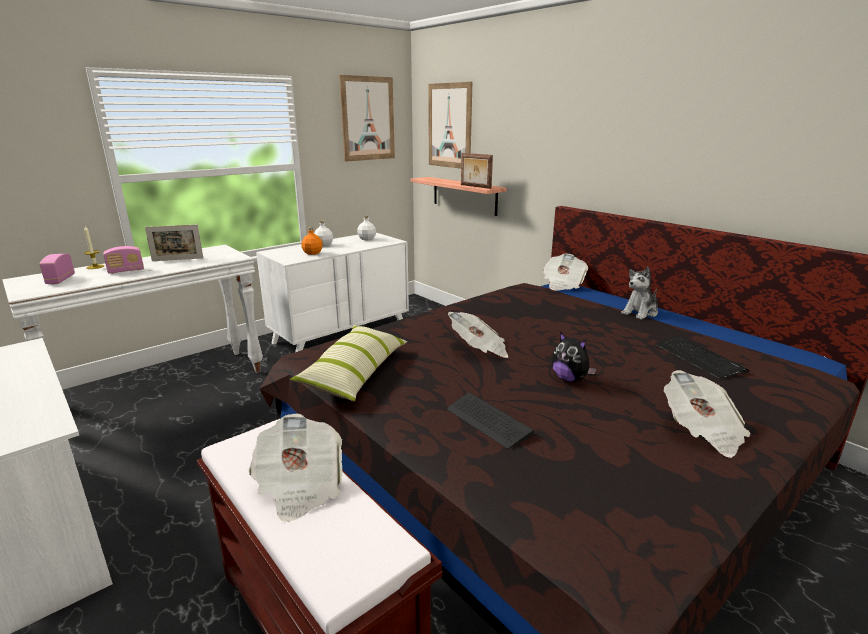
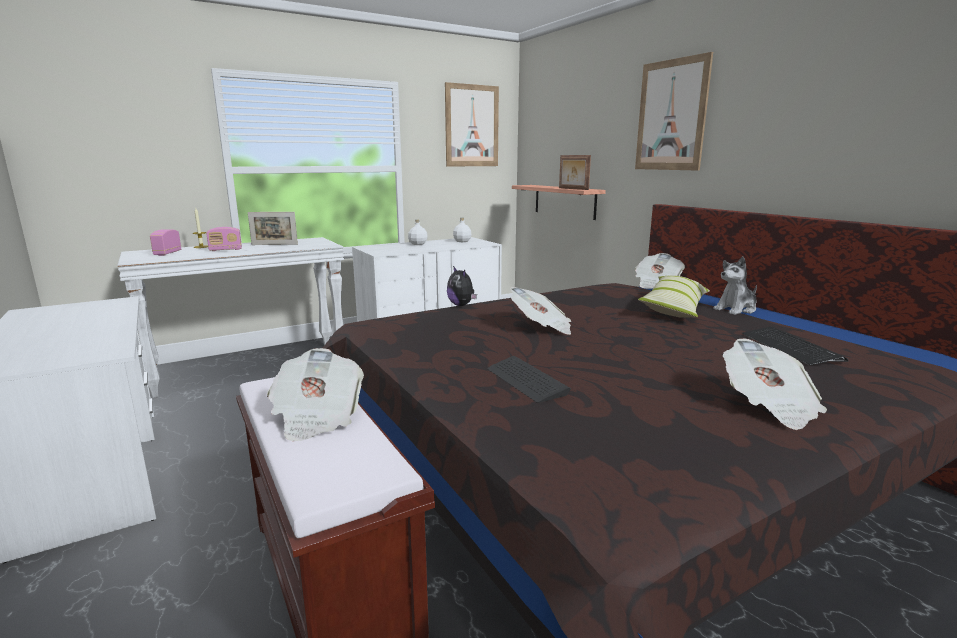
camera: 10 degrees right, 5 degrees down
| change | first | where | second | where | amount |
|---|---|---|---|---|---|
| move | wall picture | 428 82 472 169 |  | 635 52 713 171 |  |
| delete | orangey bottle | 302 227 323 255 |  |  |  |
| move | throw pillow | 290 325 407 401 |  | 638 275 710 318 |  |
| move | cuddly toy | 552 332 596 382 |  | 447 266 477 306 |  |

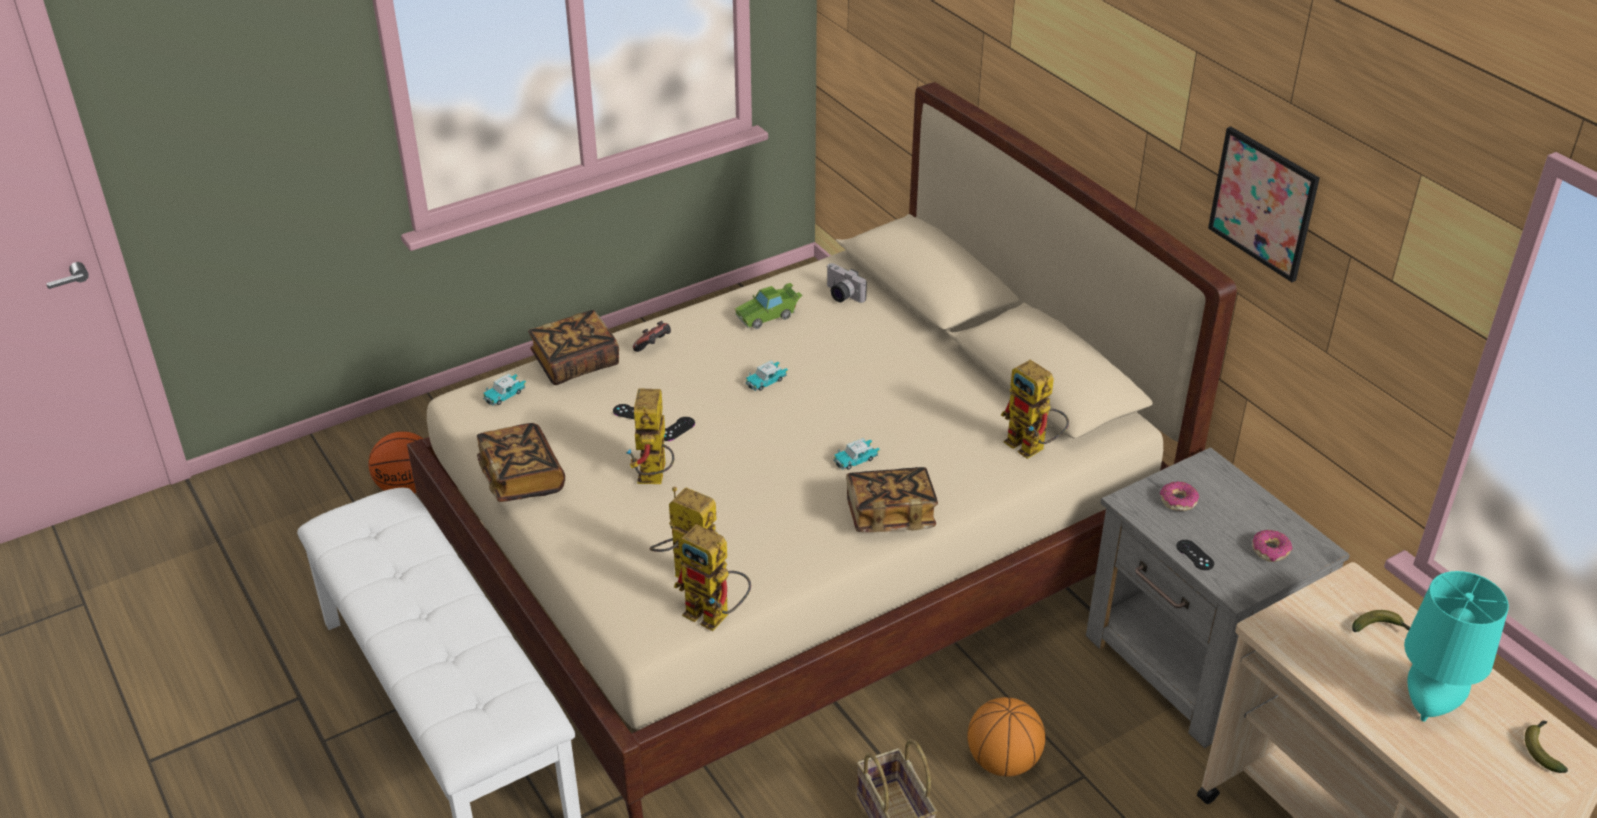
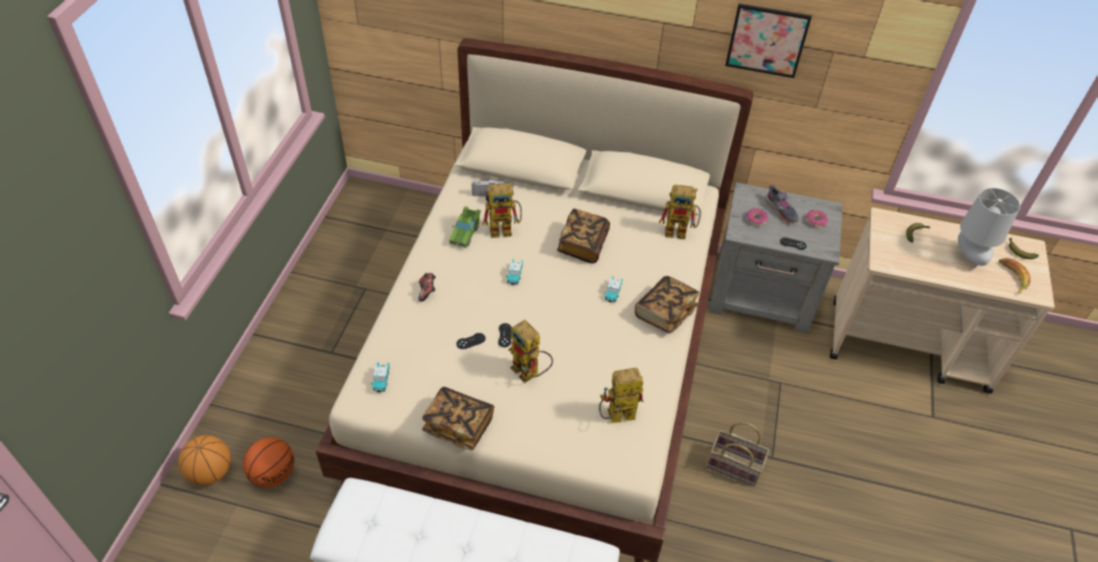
camera: 45 degrees left, 10 degrees up
| change | first | where | second | where | amount |
|---|---|---|---|---|---|
| move | bound book | 528 310 619 385 |  | 557 209 610 264 |  |
| move | model robot | 674 524 751 631 |  | 483 183 522 238 |  |
| recolor | turquoise-coloured tabletop lamp | 1404 571 1509 721 | grey tabletop lamp | 958 188 1020 268 |  |
| move | basketball | 968 697 1046 777 |  | 179 435 231 485 |  |
| insert |  |  | grey shoe | 766 185 799 223 |  |
| insert |  |  | banana fruit | 999 258 1031 294 |  |

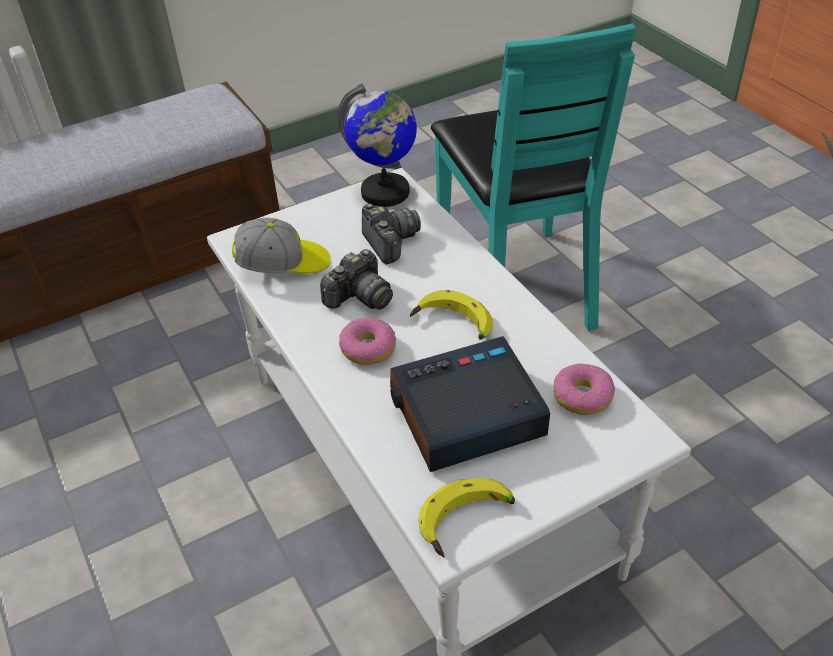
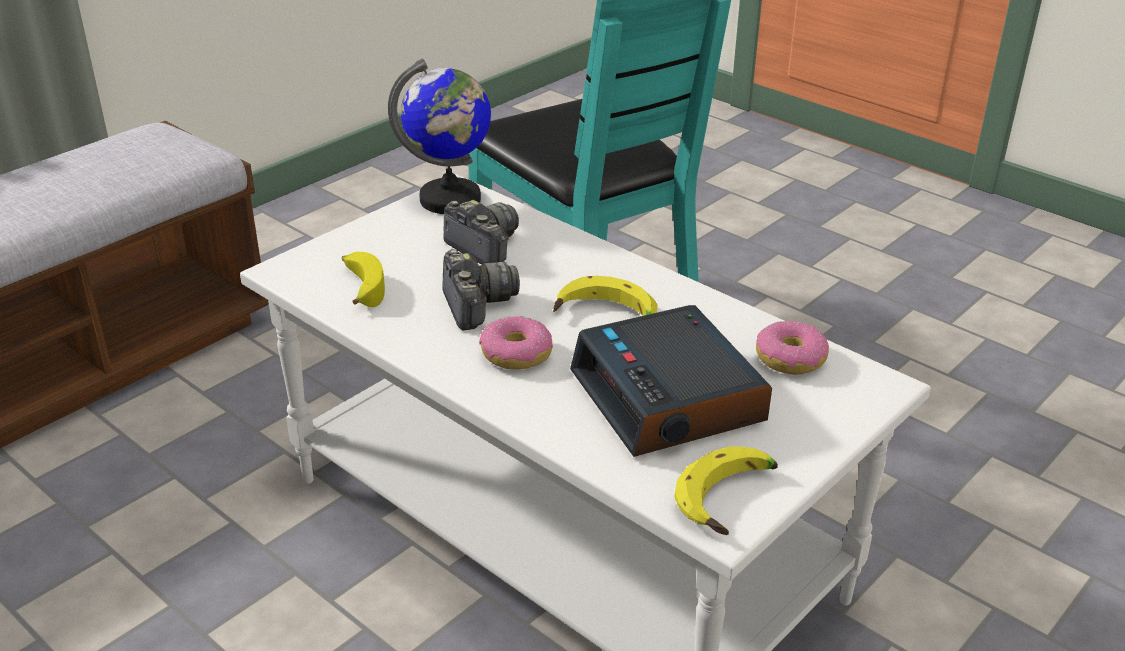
camera: 20 degrees left, 10 degrees down
| change | first | where | second | where | amount |
|---|---|---|---|---|---|
| replace | cap | 232 218 331 273 | banana fruit | 342 252 385 307 |  |
| rotate | still camera | 320 249 393 310 |  | 442 249 520 330 | 45 degrees counterclockwise |
| rotate | alarm clock | 390 336 550 472 |  | 570 305 772 457 | 75 degrees counterclockwise |

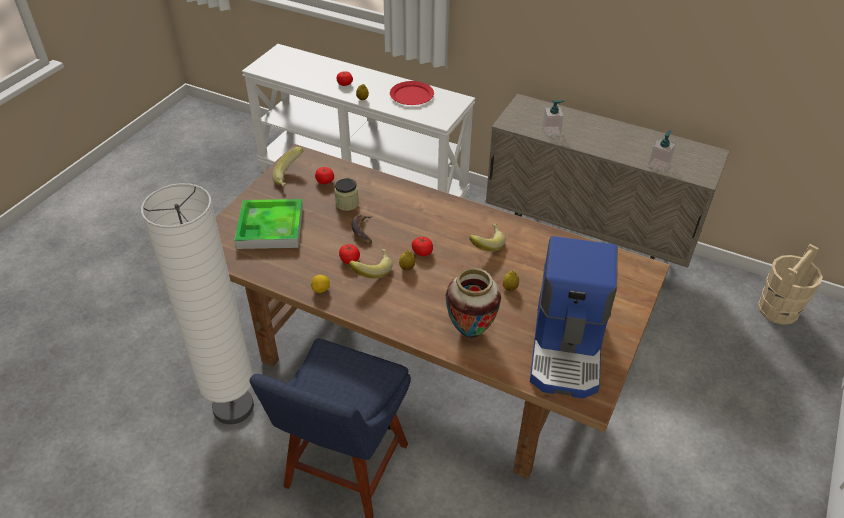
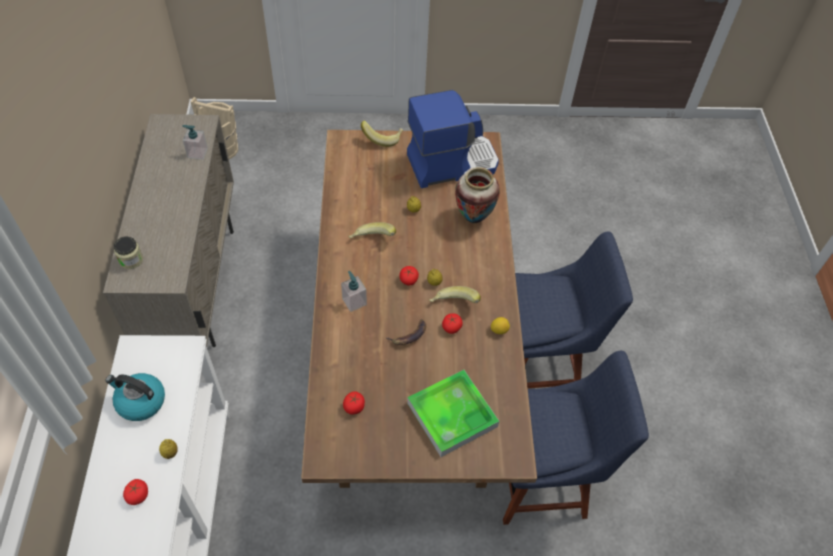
camera: 120 degrees left, 10 degrees up
| change | first | where | second | where | amount |
|---|---|---|---|---|---|
| replace | reddish flat dish | 390 81 434 105 | kettle | 105 373 165 421 |  |
| move | soap dispenser | 542 100 564 136 |  | 341 271 367 312 |  |
| move | banana fruit | 272 147 303 187 |  | 361 121 404 147 |  |
| move | preserve jar | 334 178 359 211 |  | 114 237 143 269 |  |
| replace | whitish standard lamp | 141 183 254 424 | blue-coloured upright chair | 503 351 649 525 |  |

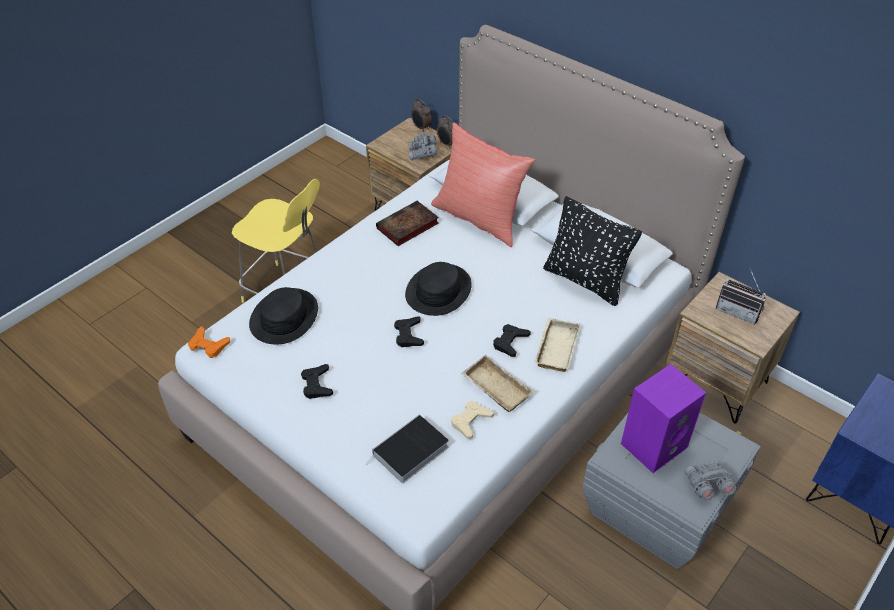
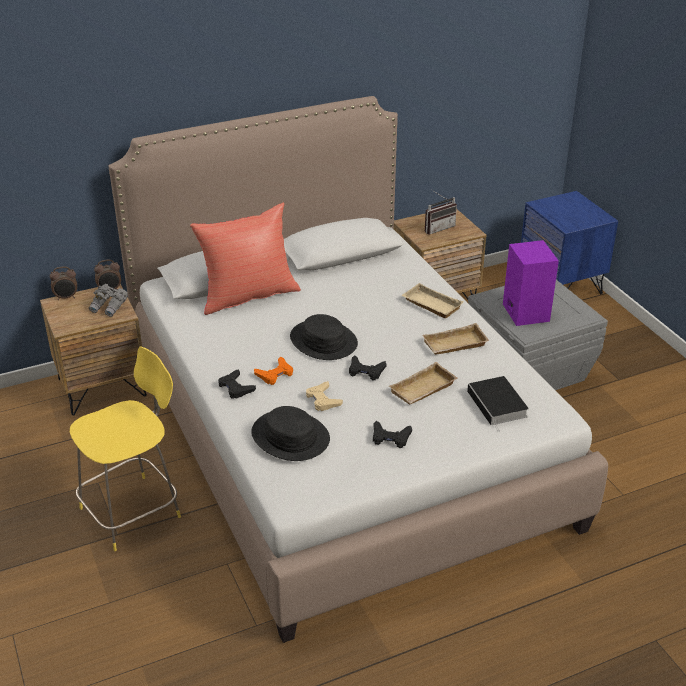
camera: 65 degrees left, 10 degrees down
| change | first | where | second | where | amount |
|---|---|---|---|---|---|
| delete | black-coloured throw pillow | 543 196 642 306 |  |  |  |
| delete | bound book | 376 201 439 246 |  |  |  |
| move | black-coloured game controller | 493 324 531 357 |  | 218 369 256 399 |  |
| move | orangey game controller | 188 326 230 358 |  | 254 357 293 385 |  |
| move | beige-coloured game controller | 451 401 494 439 |  | 306 381 343 411 |  |
| delete | grey binoculars | 685 461 736 500 |  |  |  |
| insert |  |  | beige-coloured tray | 389 362 457 405 |  |

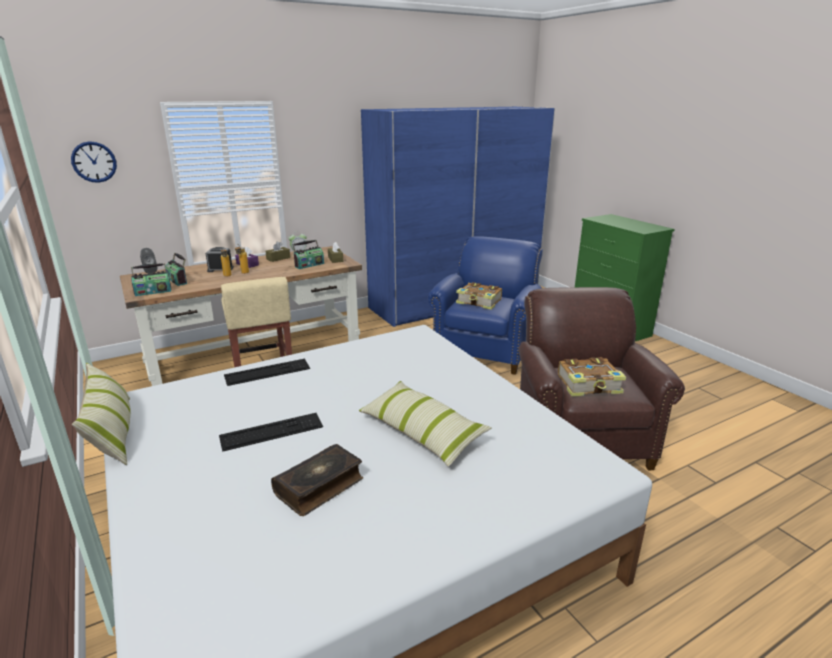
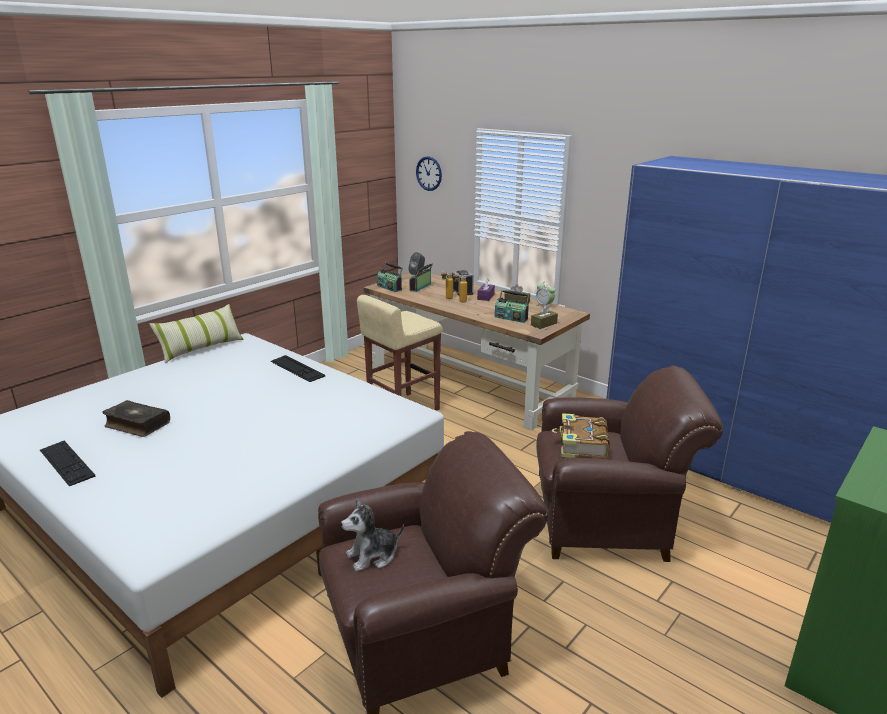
camera: 70 degrees right, 0 degrees up
| change | first | where | second | where | amount |
|---|---|---|---|---|---|
| recolor | blue-coloured armchair | 428 236 543 375 | brownish armchair | 536 366 723 562 |  |
| replace | bound book | 558 357 626 397 | cuddly toy | 341 499 404 572 |  |
| delete | throw pillow | 359 381 492 467 |  |  |  |
| move | computer keyboard | 219 413 323 452 |  | 40 441 96 486 |  |

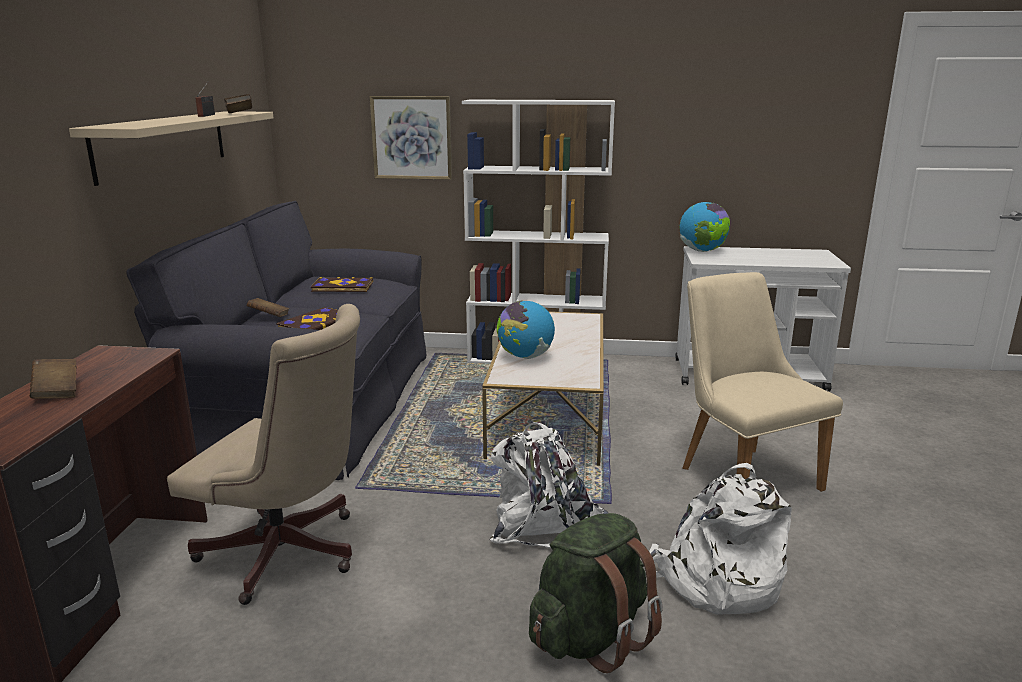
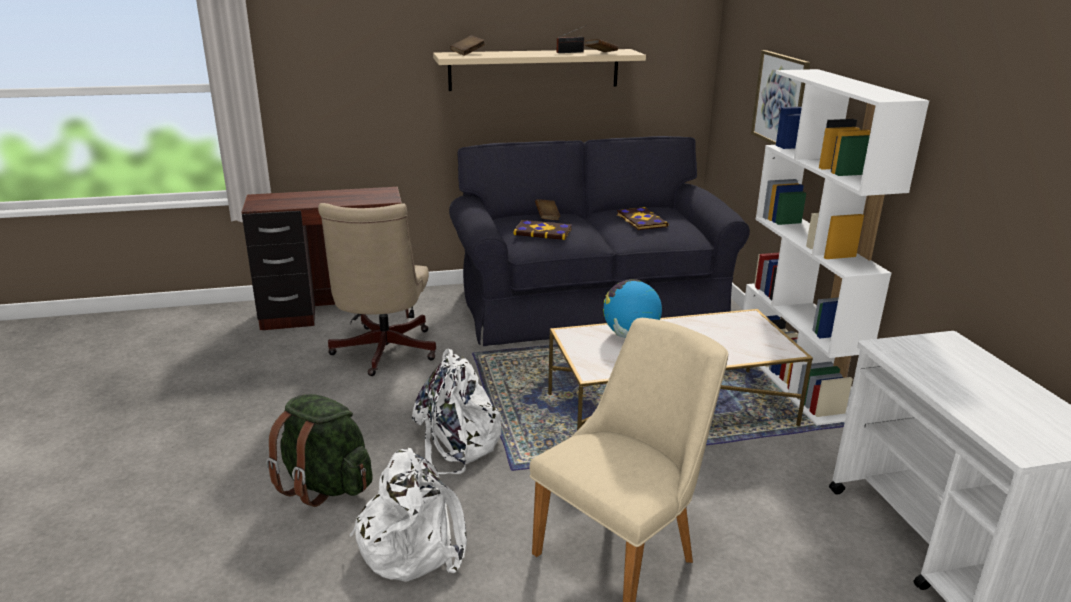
camera: 70 degrees right, 5 degrees up
| change | first | where | second | where | amount |
|---|---|---|---|---|---|
| delete | desk globe | 680 202 730 252 |  |  |  |
| move | brownish bound book | 30 359 77 399 |  | 450 35 485 56 |  |

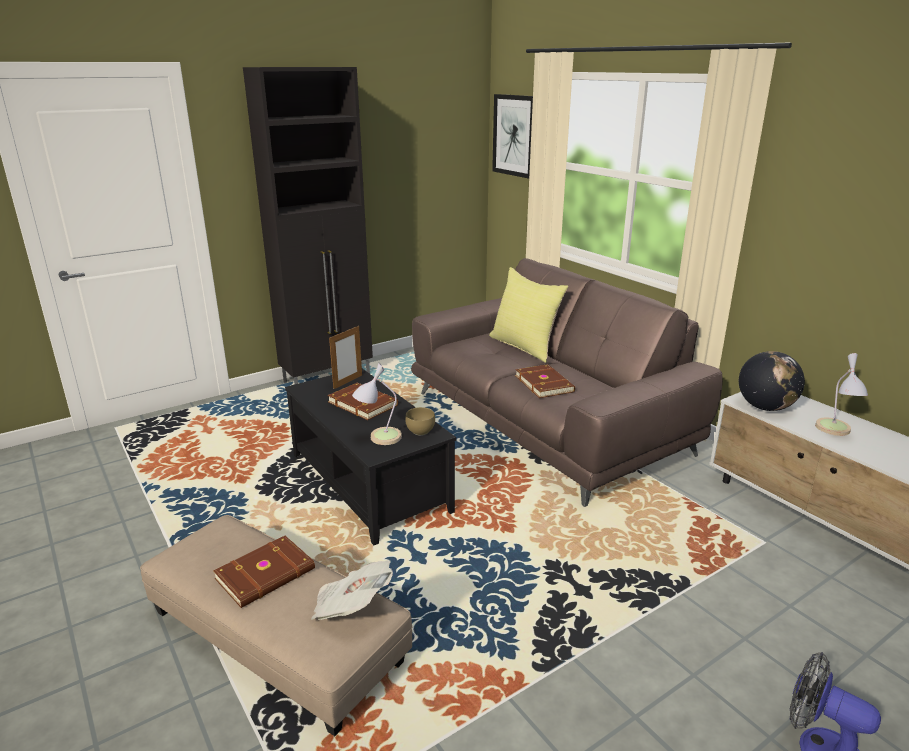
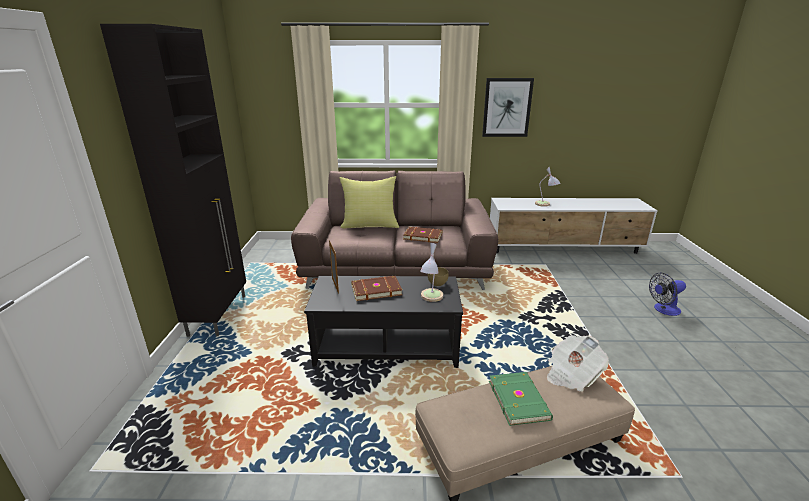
camera: 55 degrees left, 0 degrees up
| change | first | where | second | where | amount |
|---|---|---|---|---|---|
| move | wall picture | 492 94 533 179 |  | 482 78 534 137 |  |
| delete | desk globe | 739 351 805 411 |  |  |  |
| recolor | brownish bound book | 213 536 315 608 | greenish bound book | 489 372 553 426 |  |

